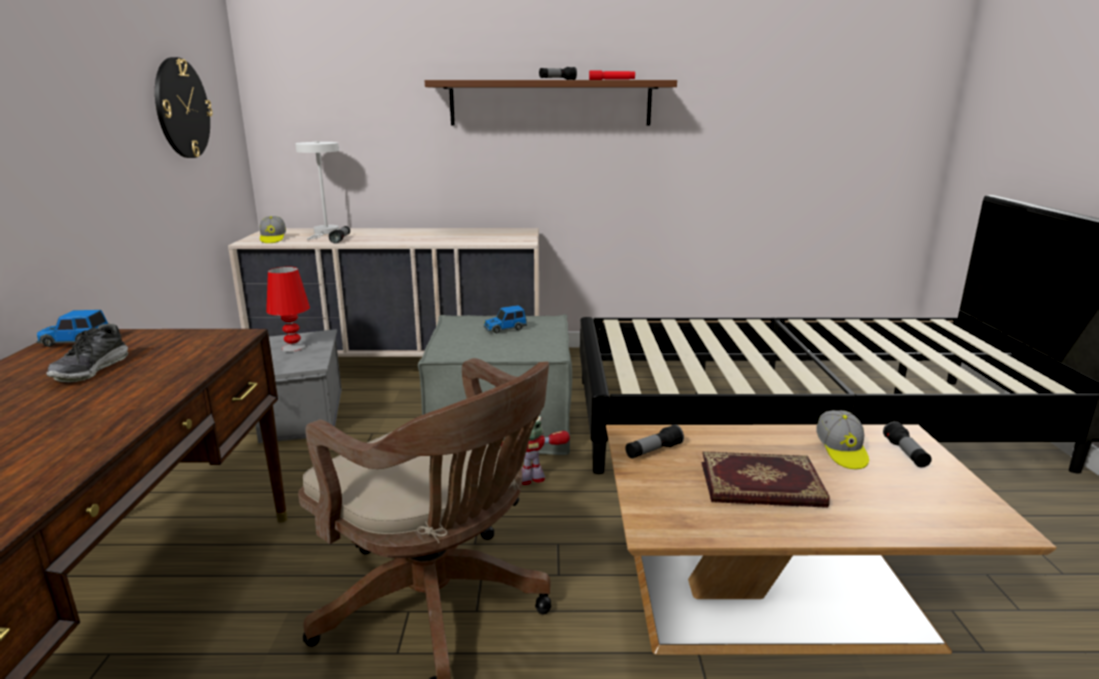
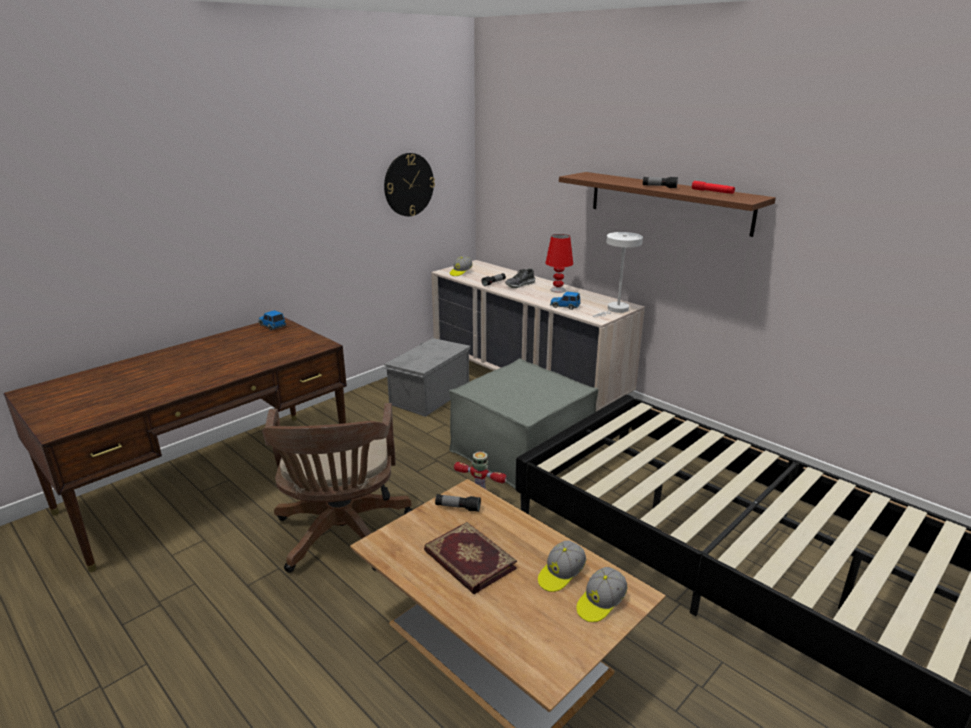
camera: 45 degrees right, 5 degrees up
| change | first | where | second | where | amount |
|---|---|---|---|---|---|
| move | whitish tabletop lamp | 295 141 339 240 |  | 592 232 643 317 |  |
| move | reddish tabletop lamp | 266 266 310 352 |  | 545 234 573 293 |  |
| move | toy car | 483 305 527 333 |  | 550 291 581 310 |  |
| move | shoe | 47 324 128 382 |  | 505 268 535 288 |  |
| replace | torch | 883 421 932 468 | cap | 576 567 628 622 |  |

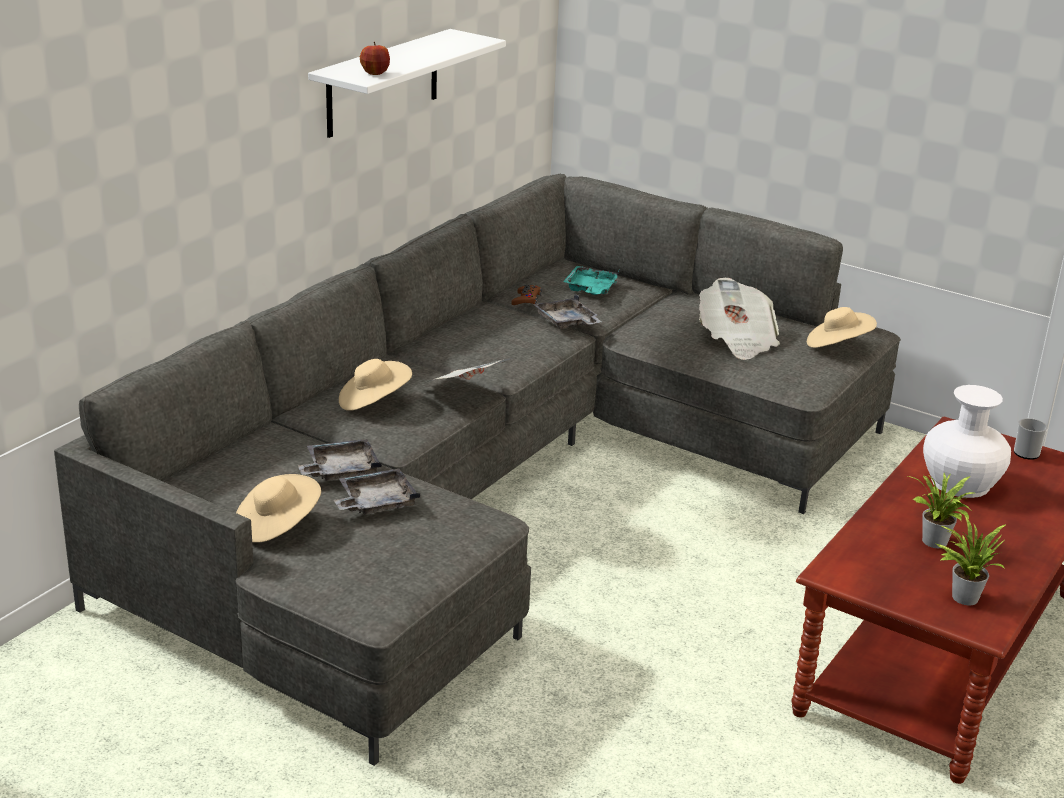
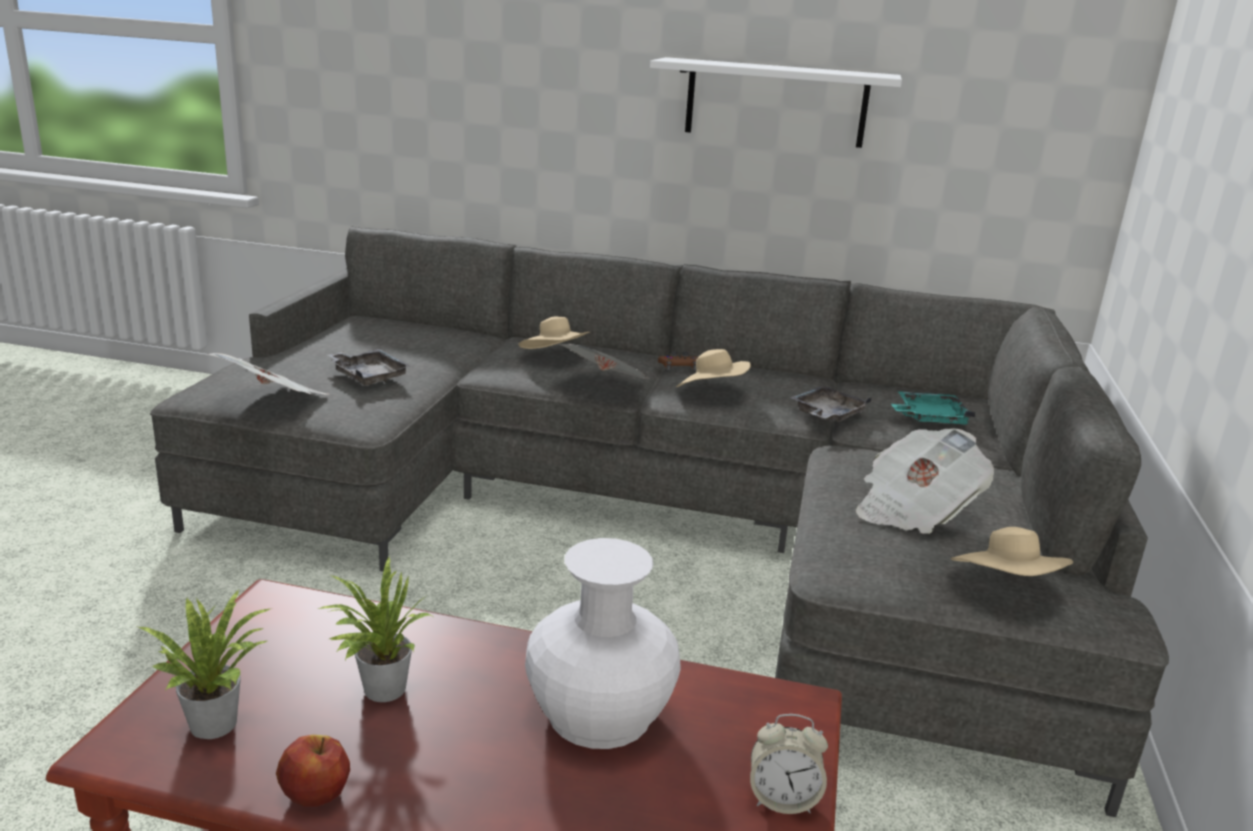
camera: 70 degrees right, 5 degrees down
| change | first | where | second | where | amount |
|---|---|---|---|---|---|
| move | apple fruit | 360 42 390 75 |  | 276 735 350 807 |  |
| move | brownish game controller | 511 285 542 305 |  | 658 351 698 370 |  |
| replace | mug | 1014 418 1048 460 | alarm clock | 750 714 828 814 |  |
| delete | grey tray | 298 439 382 481 |  |  |  |
| move | beige-coloured hat | 236 474 321 543 |  | 676 349 751 387 |  |
| insert |  |  | daily paper | 208 353 328 394 |  |

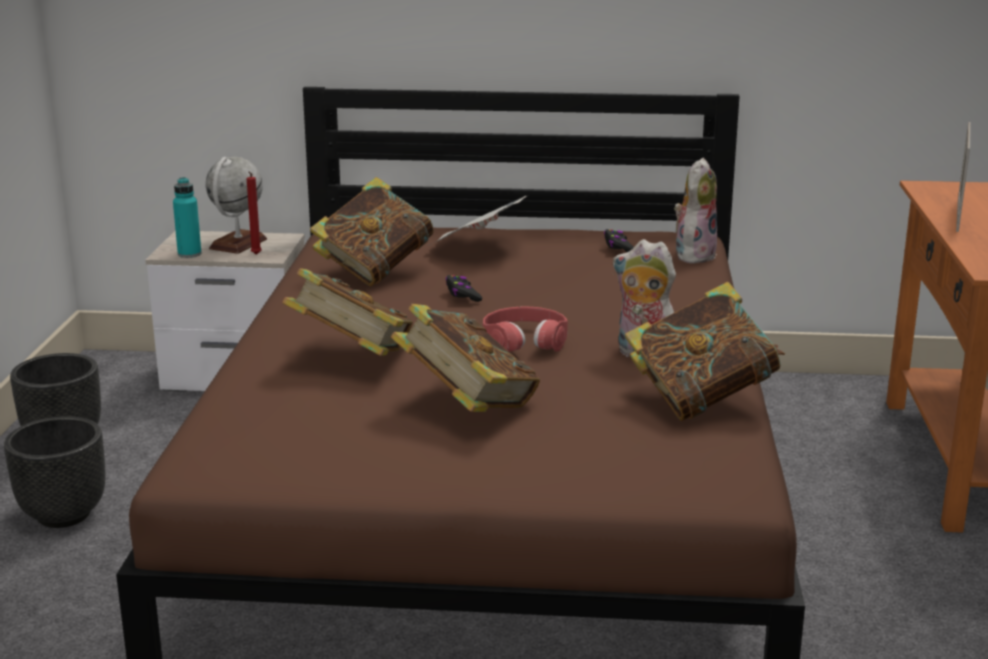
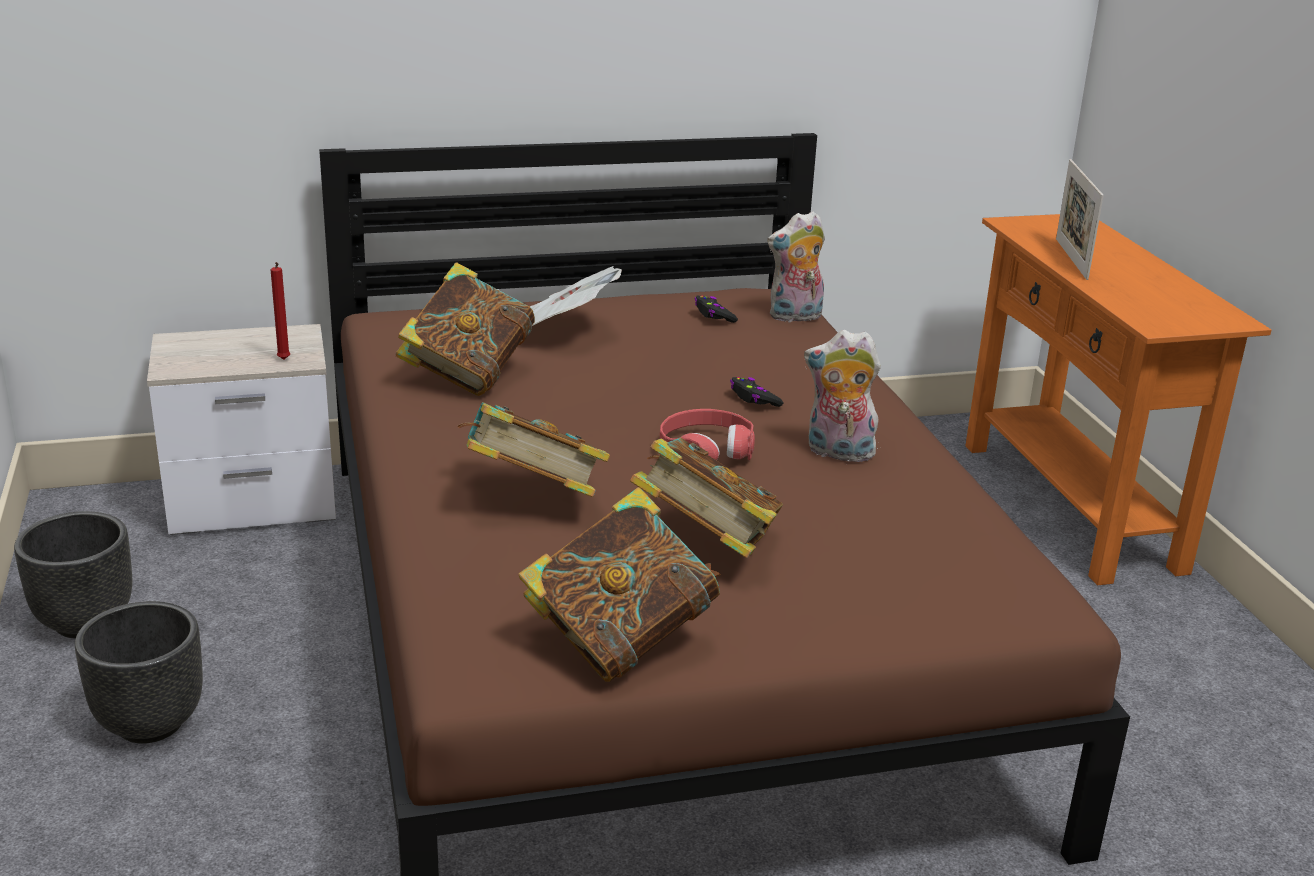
camera: 20 degrees left, 5 degrees up
| change | first | where | second | where | amount |
|---|---|---|---|---|---|
| delete | desk globe | 206 157 267 254 |  |  |  |
| rotate | cuddly toy | 674 158 717 264 |  | 767 211 825 322 | 120 degrees counterclockwise |
| delete | turquoise-coloured bottle | 173 177 202 258 |  |  |  |
| move | black-coloured game controller | 446 275 482 302 |  | 730 377 784 407 |  |
| move | bound book | 625 282 785 421 |  | 519 487 721 682 |  |

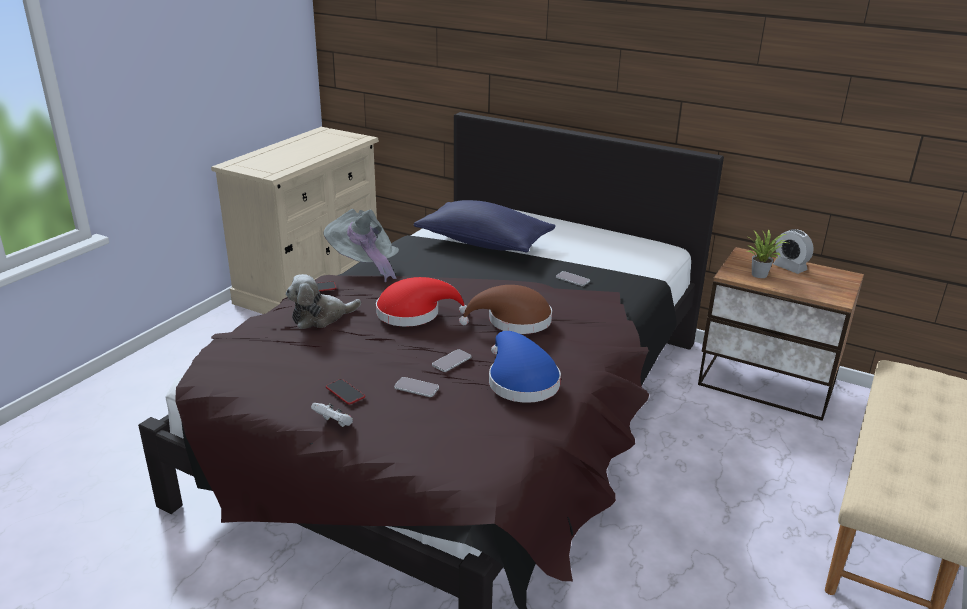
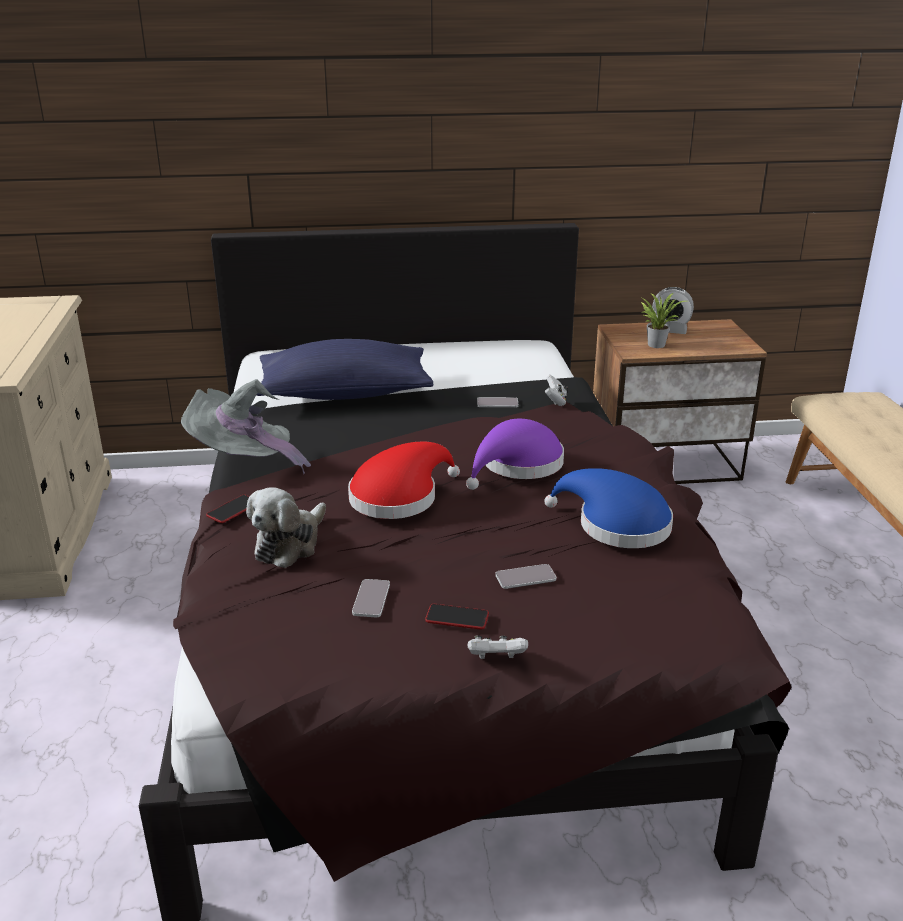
camera: 35 degrees left, 0 degrees up
| change | first | where | second | where | amount |
|---|---|---|---|---|---|
| recolor | brownish hat | 459 285 552 334 | purplish hat | 466 419 564 490 |  |
| move | handset | 432 349 471 372 |  | 352 579 390 617 |  |
| insert |  |  | whitish game controller | 545 375 568 406 |  |

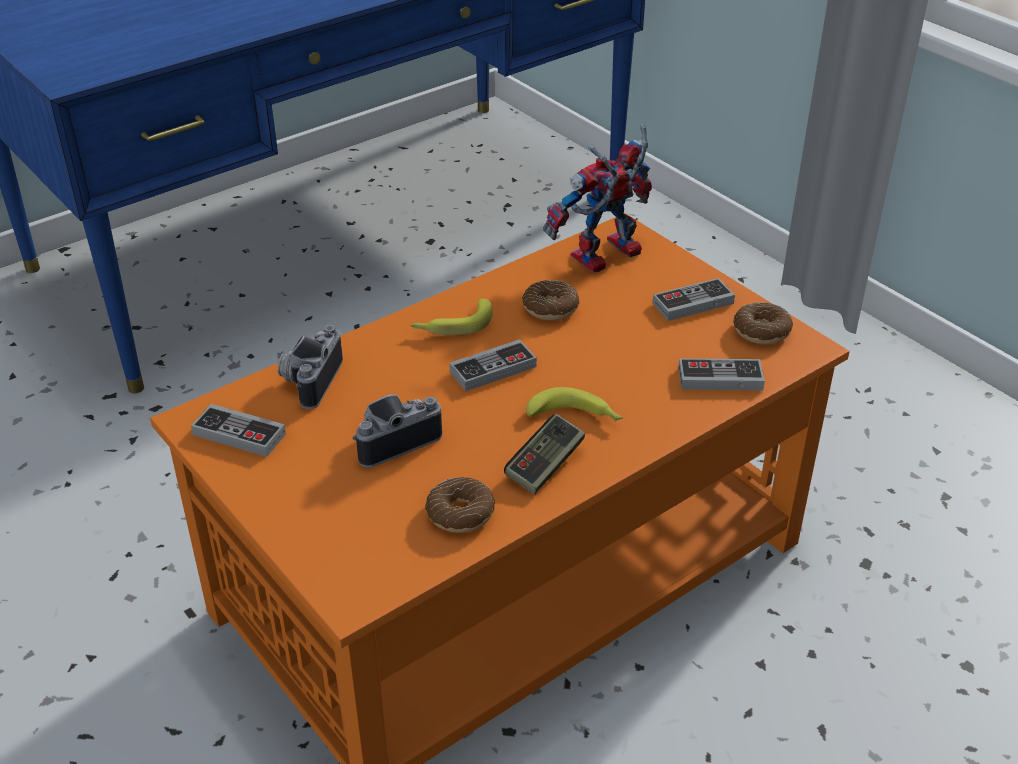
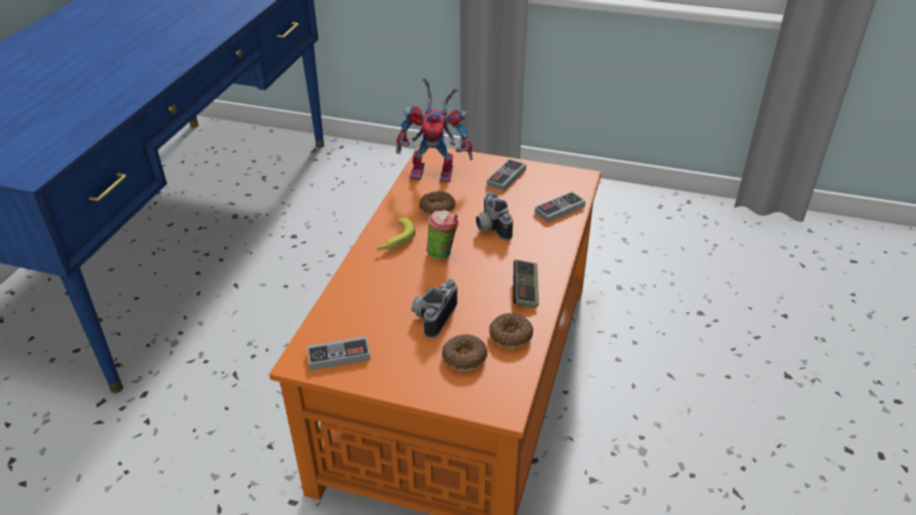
camera: 35 degrees left, 0 degrees up
| change | first | where | second | where | amount |
|---|---|---|---|---|---|
| rotate | model robot | 543 124 652 273 |  | 396 77 473 182 | 105 degrees counterclockwise |
| move | ring doughnut | 734 302 793 344 |  | 442 334 487 371 |  |
| move | still camera | 278 324 343 409 |  | 476 191 513 241 |  |
| replace | game controller | 449 339 537 391 | cup | 427 210 459 259 |  |
| delete | banana fruit | 526 387 623 421 |  |  |  |

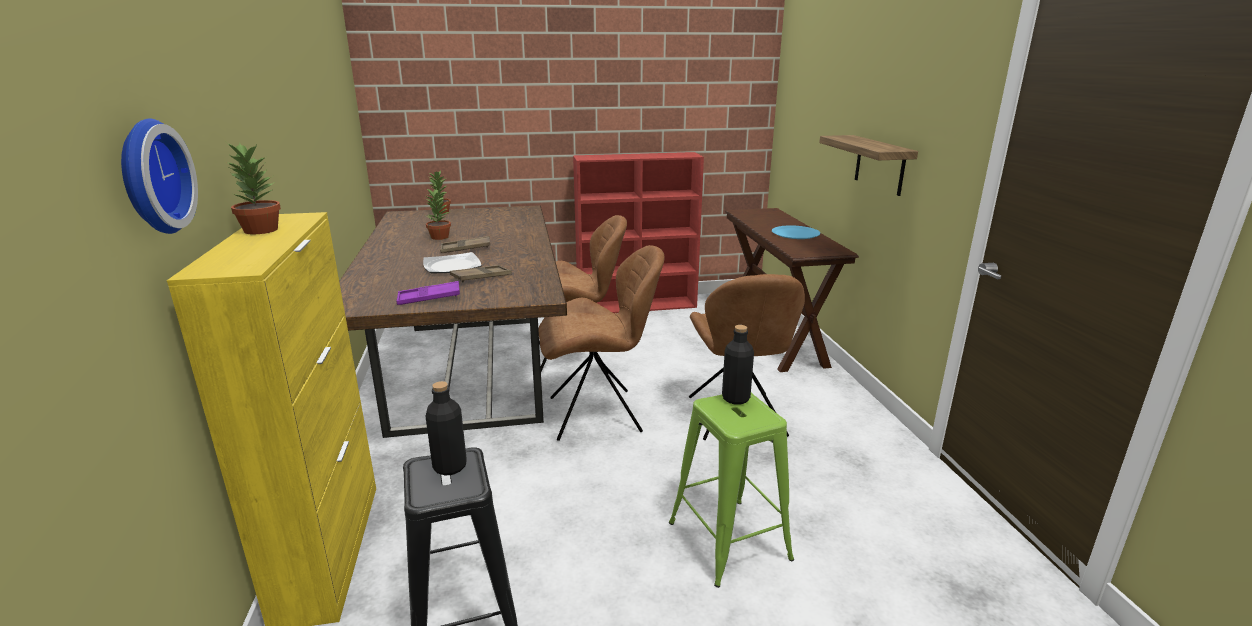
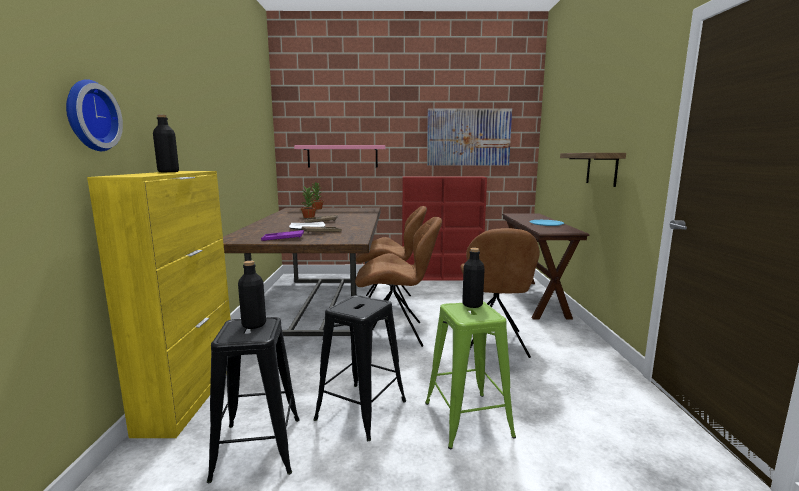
camera: 10 degrees right, 10 degrees down
| change | first | where | second | where | amount |
|---|---|---|---|---|---|
| replace | plant in a pot | 228 143 281 235 | black-coloured bottle | 153 115 179 172 |  |
| insert |  |  | wall picture | 427 108 512 166 |  |
| insert |  |  | pink-coloured wall shelf | 294 145 386 168 |  |
| insert |  |  | black-coloured stool | 313 295 406 441 |  |

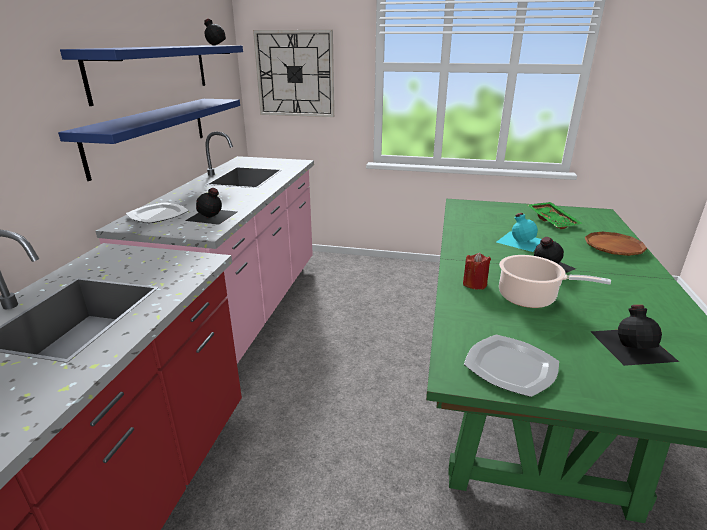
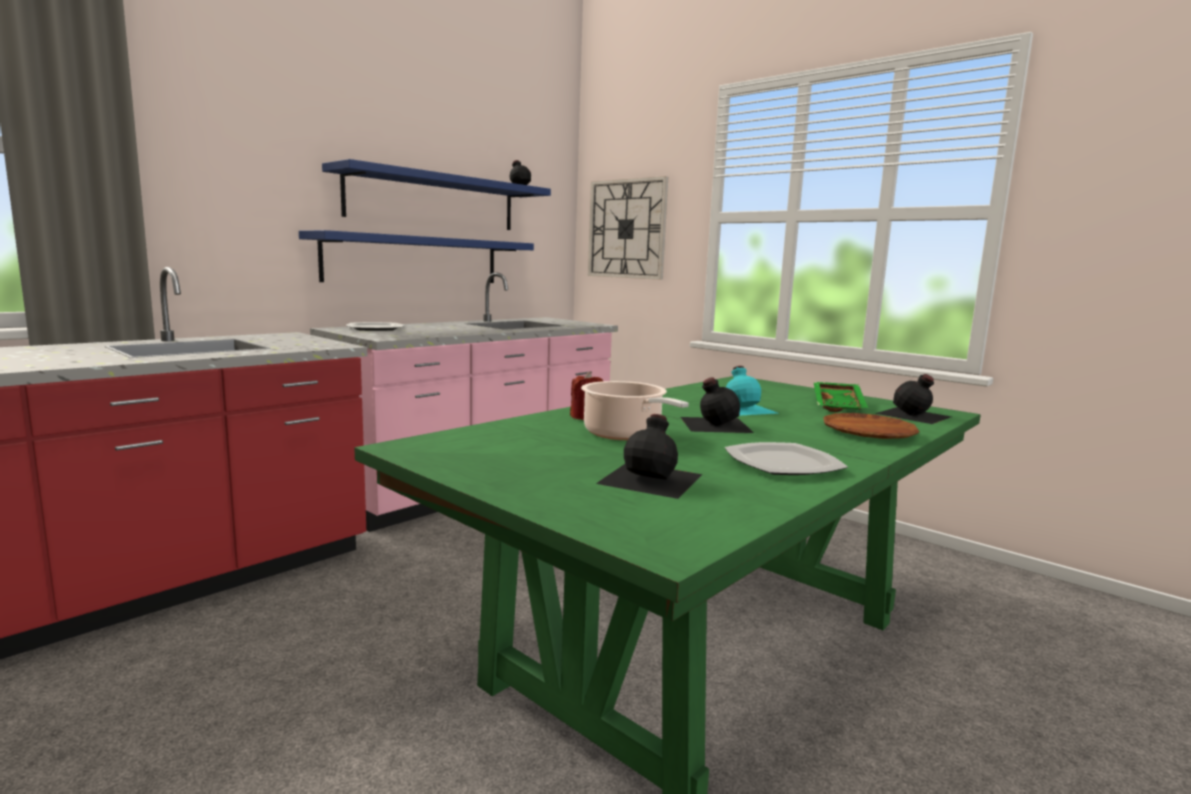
camera: 30 degrees right, 15 degrees down
| change | first | where | second | where | amount |
|---|---|---|---|---|---|
| move | black-coloured bottle | 185 188 237 225 |  | 875 374 951 424 |  |
| move | flat dish | 464 335 559 397 |  | 725 442 848 475 |  |

